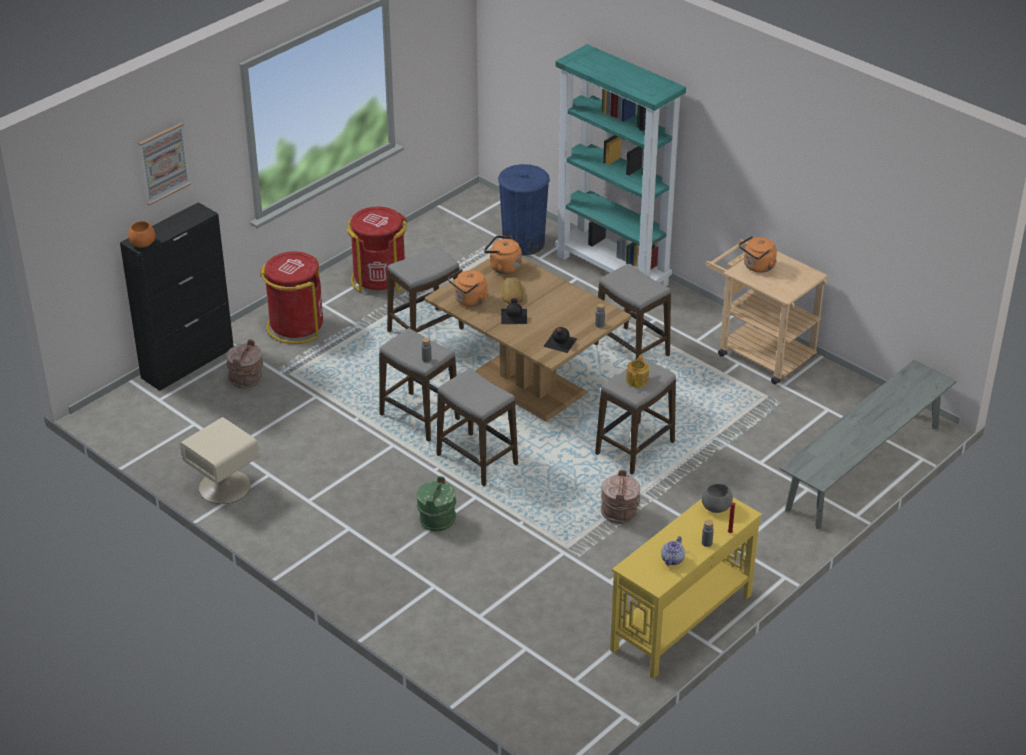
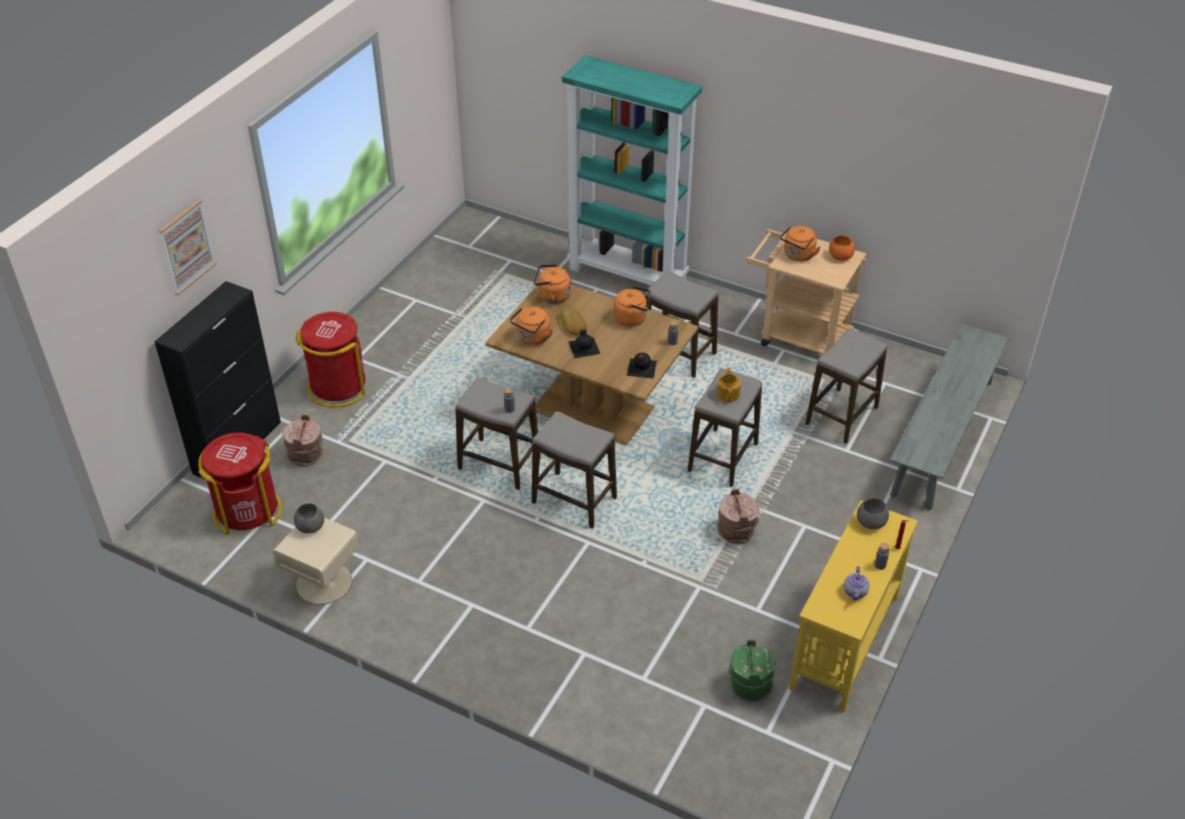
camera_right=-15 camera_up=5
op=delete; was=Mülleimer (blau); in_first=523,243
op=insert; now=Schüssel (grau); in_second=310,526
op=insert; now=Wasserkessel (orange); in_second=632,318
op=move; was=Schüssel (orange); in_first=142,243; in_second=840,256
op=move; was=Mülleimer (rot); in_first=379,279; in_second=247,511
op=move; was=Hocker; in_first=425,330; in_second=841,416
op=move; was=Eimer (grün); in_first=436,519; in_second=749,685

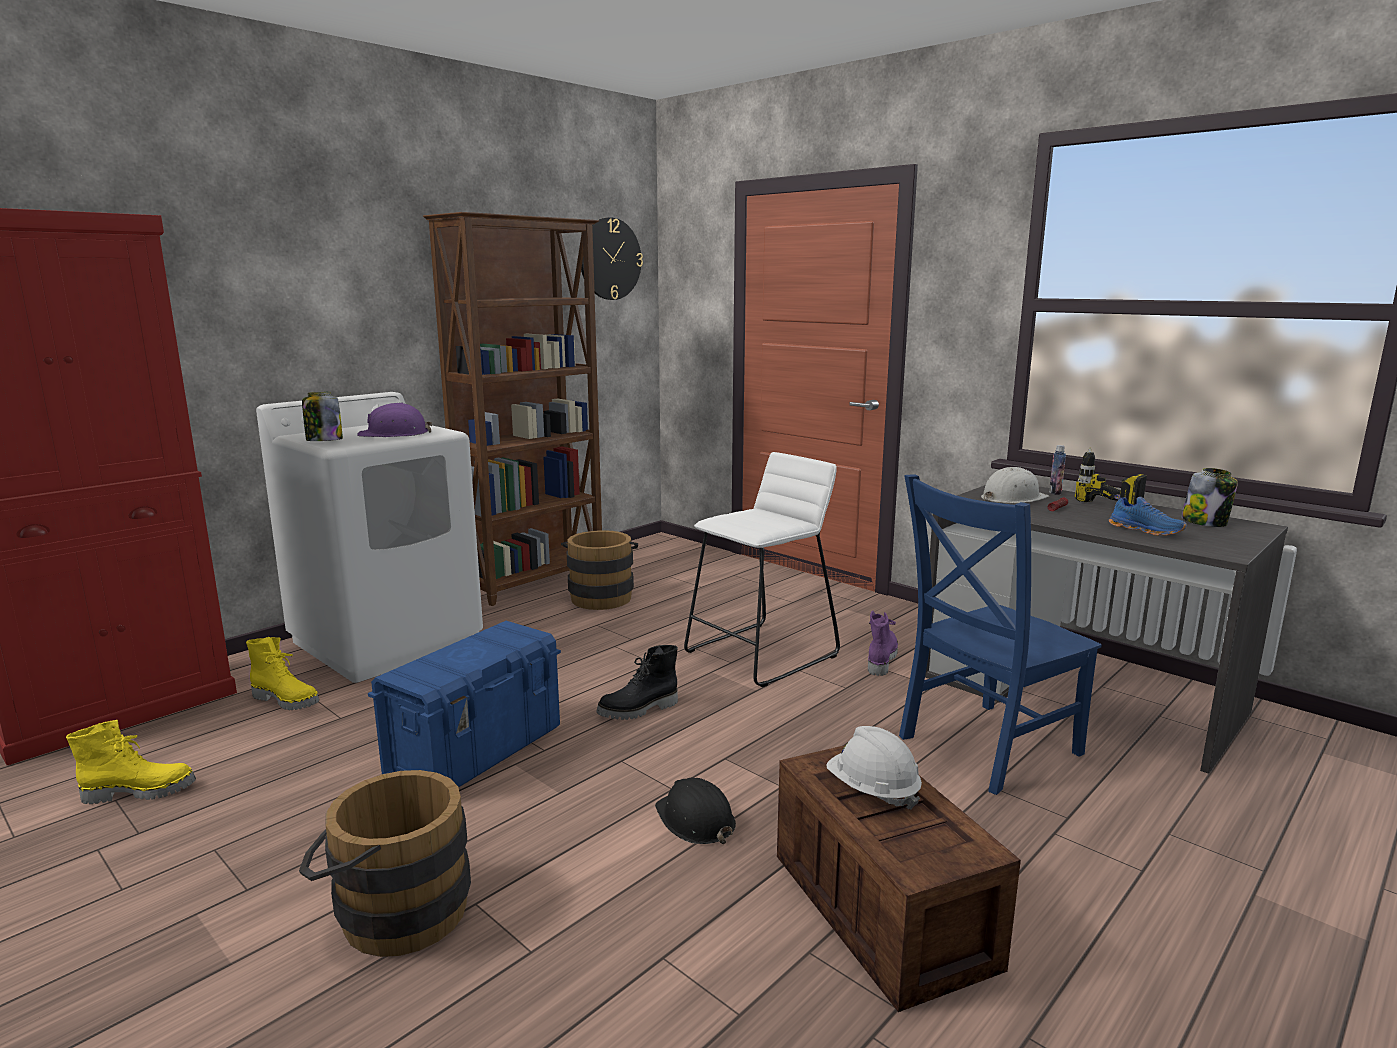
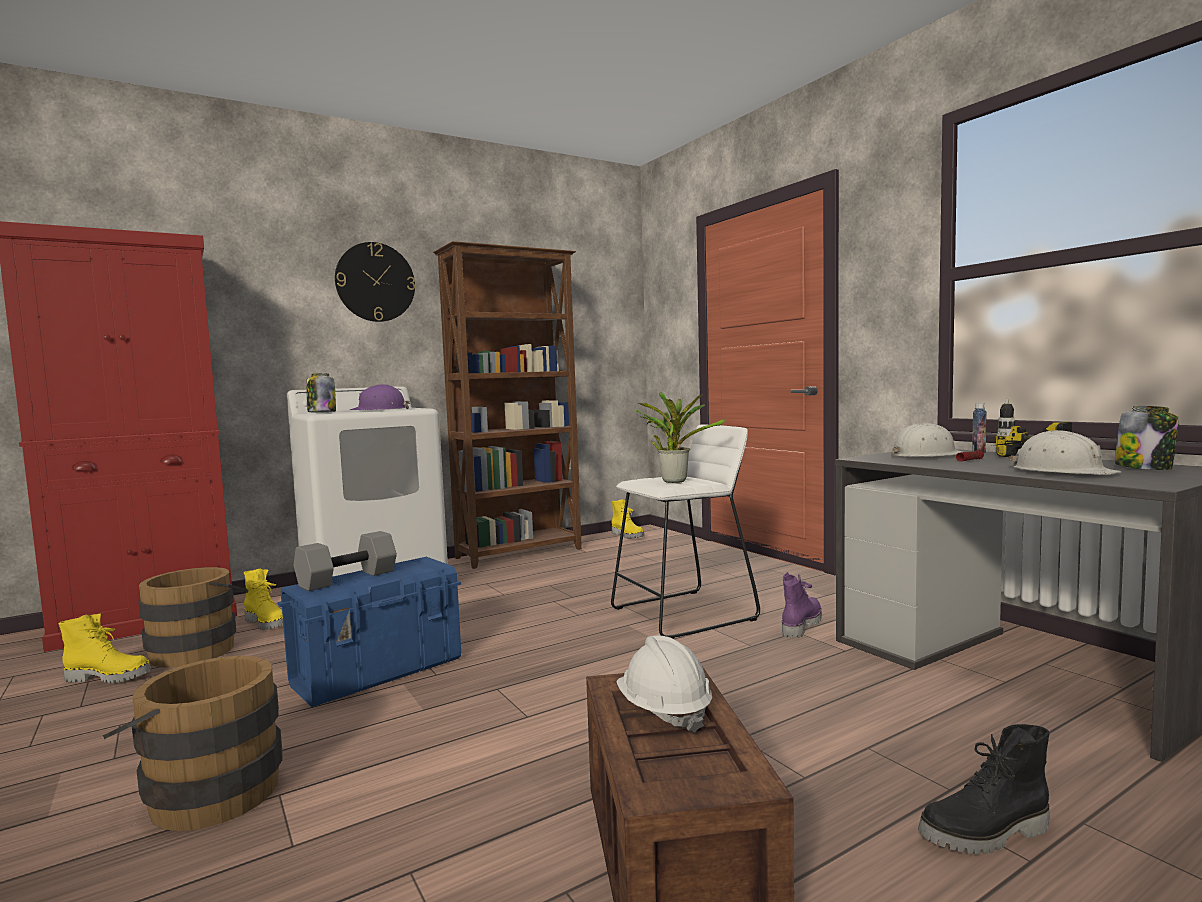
camera_right=15 camera_up=-10
op=delete; was=Schutzhelm (schwarz); in_first=695,820
op=delete; was=Stuhl (blau); in_first=984,747
op=insert; now=Hantel (grau); in_second=347,579
op=insert; now=Stiefel (gelb); in_second=628,536
op=insert; now=Topfpflanze; in_second=674,480
op=move; was=Eimer (braun); in_first=601,596; in_second=199,649
op=move; was=Wanduhr; in_first=610,259; in_second=375,282
op=move; was=Stiefel (schwarz); in_first=639,710; in_second=986,834
op=replace; was=Schuh (blau); now=Schutzhelm (weiß); in_first=1146,530; in_second=1062,472

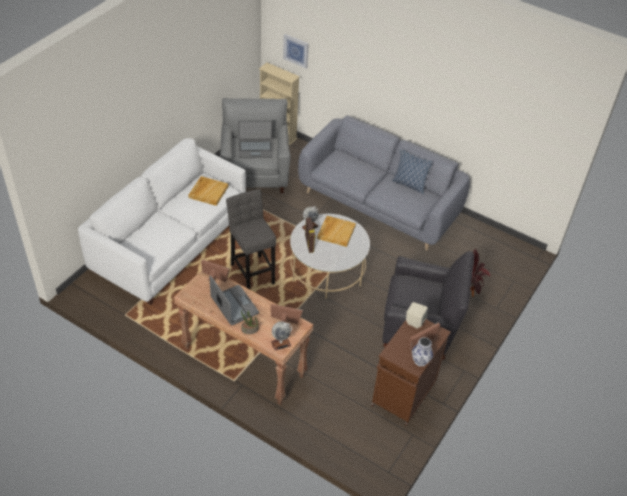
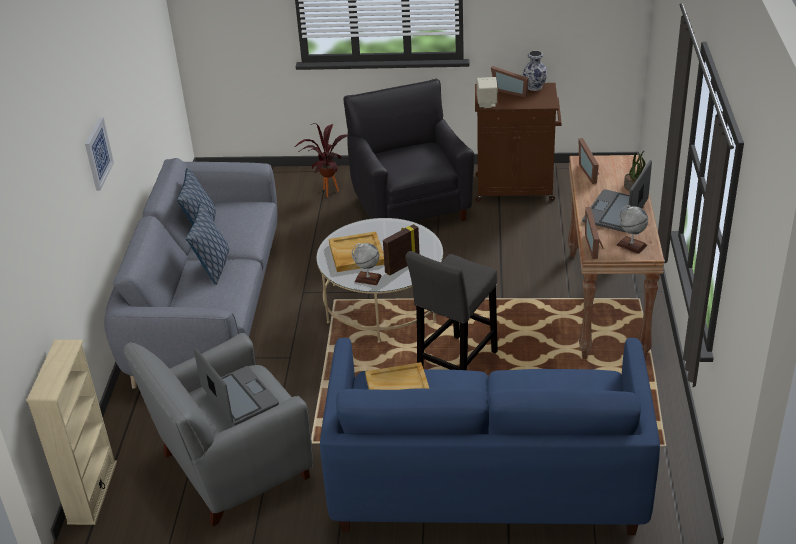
camera_right=-115 camera_up=-10
op=insert; now=Kissen; in_second=213,267
op=move; was=Globus; in_first=280,343; in_second=631,245
op=move; was=Bild; in_first=296,50; in_second=97,153
op=recolor; was=Sofa (weiß); now=Sofa (blau); in_first=170,244; in_second=486,479

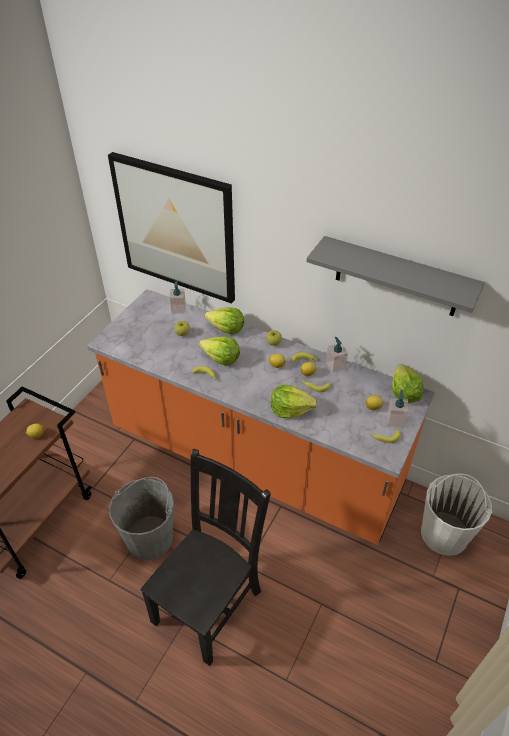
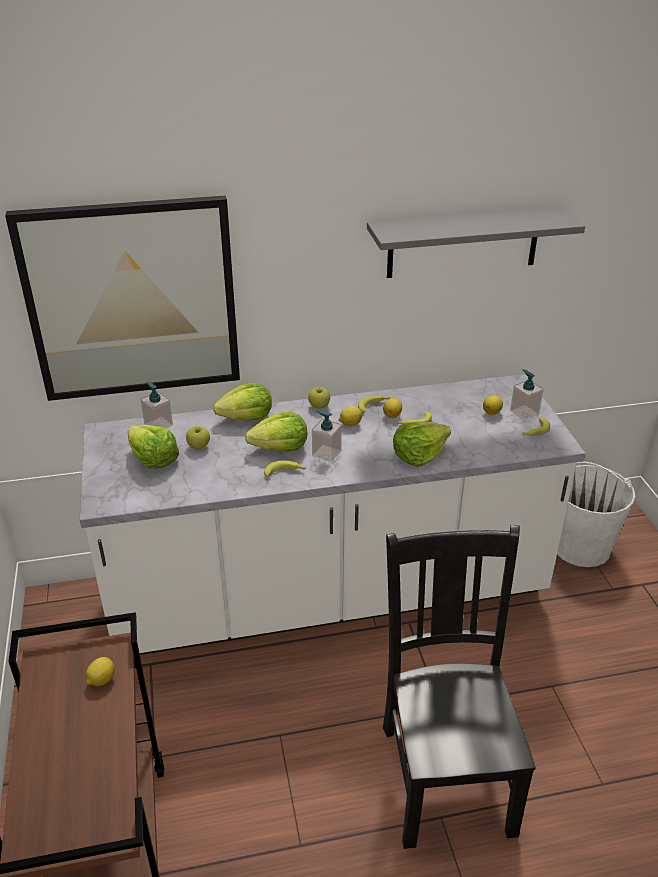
camera_right=-40 camera_up=-10
op=delete; was=Eimer (grau); in_first=150,538
op=move; was=Seifenspender; in_first=335,365; in_second=326,453
op=move; was=Salatkopf; in_first=404,392; in_second=153,459
op=recolor; was=Küchenzeile (orange); now=Küchenzeile (weiß); in_first=254,460; in_second=329,595

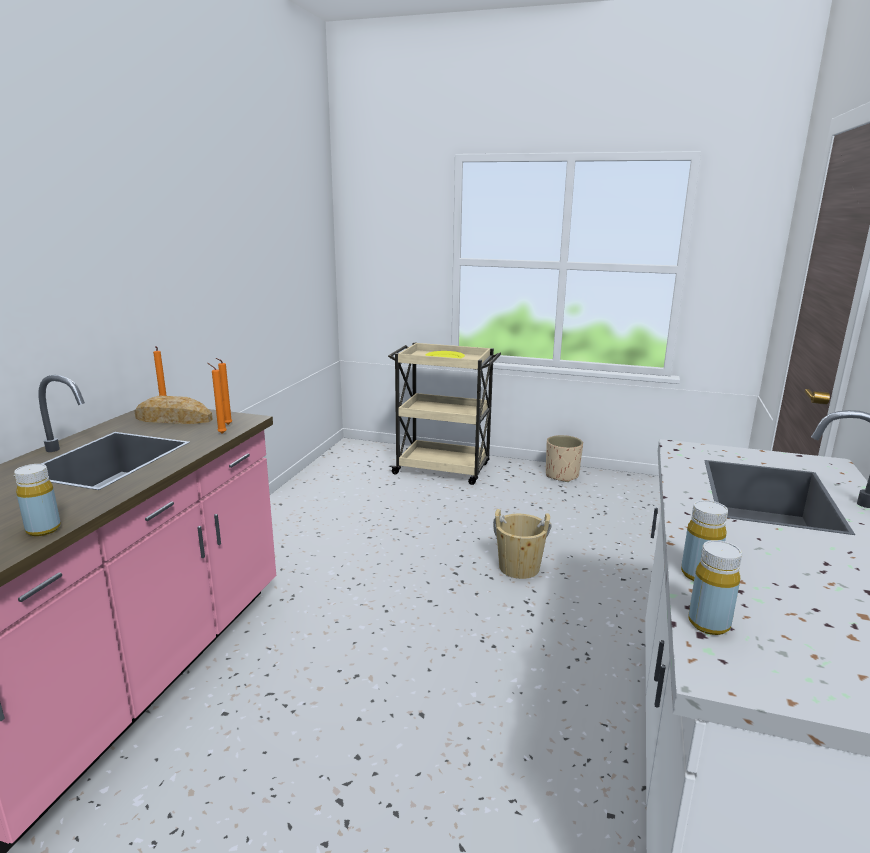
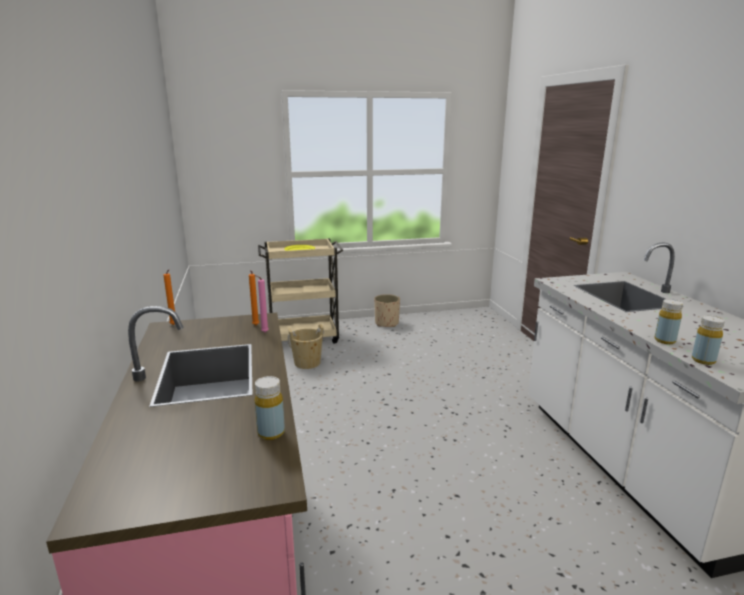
camera_right=-30 camera_up=0
op=delete; was=Brot; in_first=173,419
op=move; was=Eimer (beige); in_first=519,567; in_second=307,363
op=recolor; was=Kerze (orange); now=Kerze (rosa); in_first=221,433; in_second=263,332

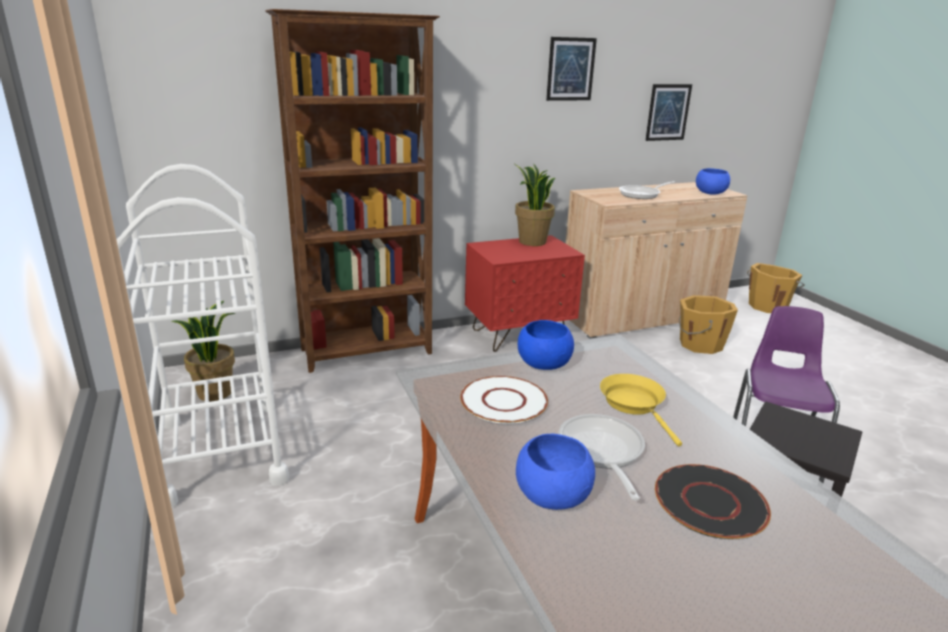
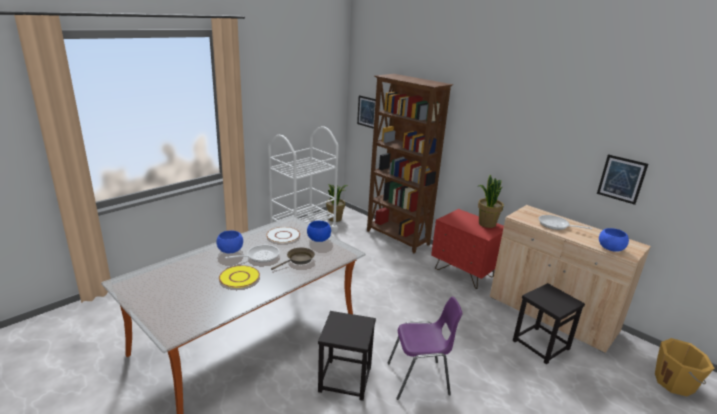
camera_right=65 camera_up=0
op=move; was=Bild; in_first=570,69; in_second=367,112
op=replace; was=Eimer (orange); now=Hocker (schwarz); in_first=699,344; in_second=540,344
op=recolor; was=Pfanne (gelb); now=Pfanne (braun); in_first=634,405; in_second=298,260
op=recolor; was=Teller (schwarz); now=Teller (gelb); in_first=709,502; in_second=239,277

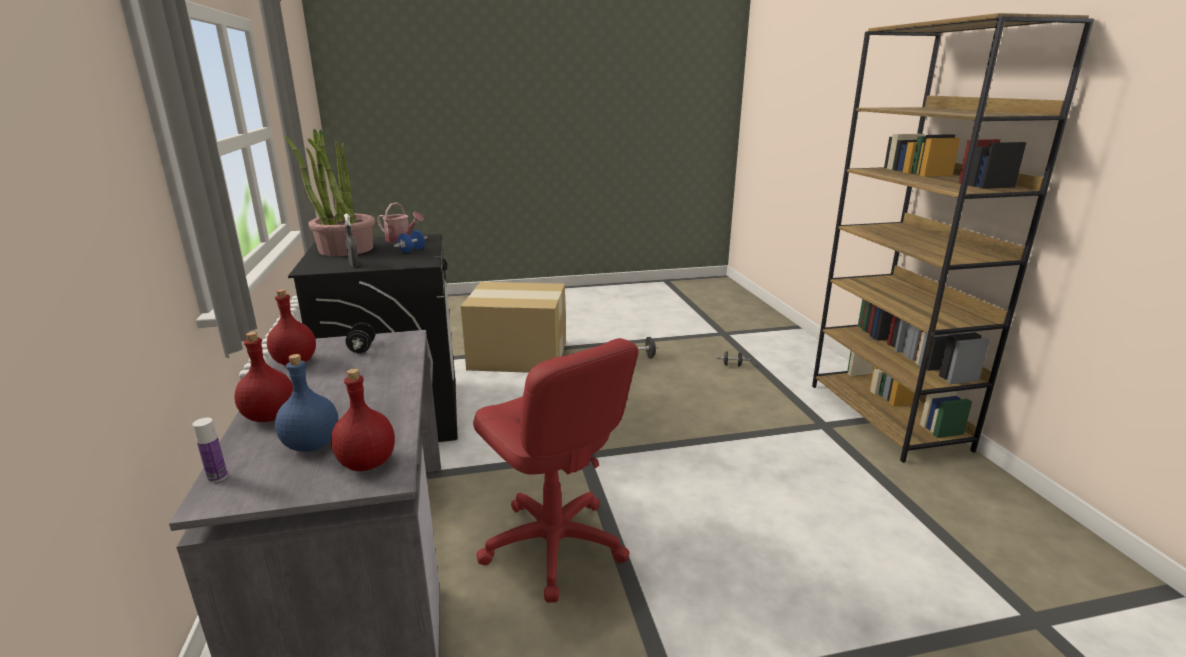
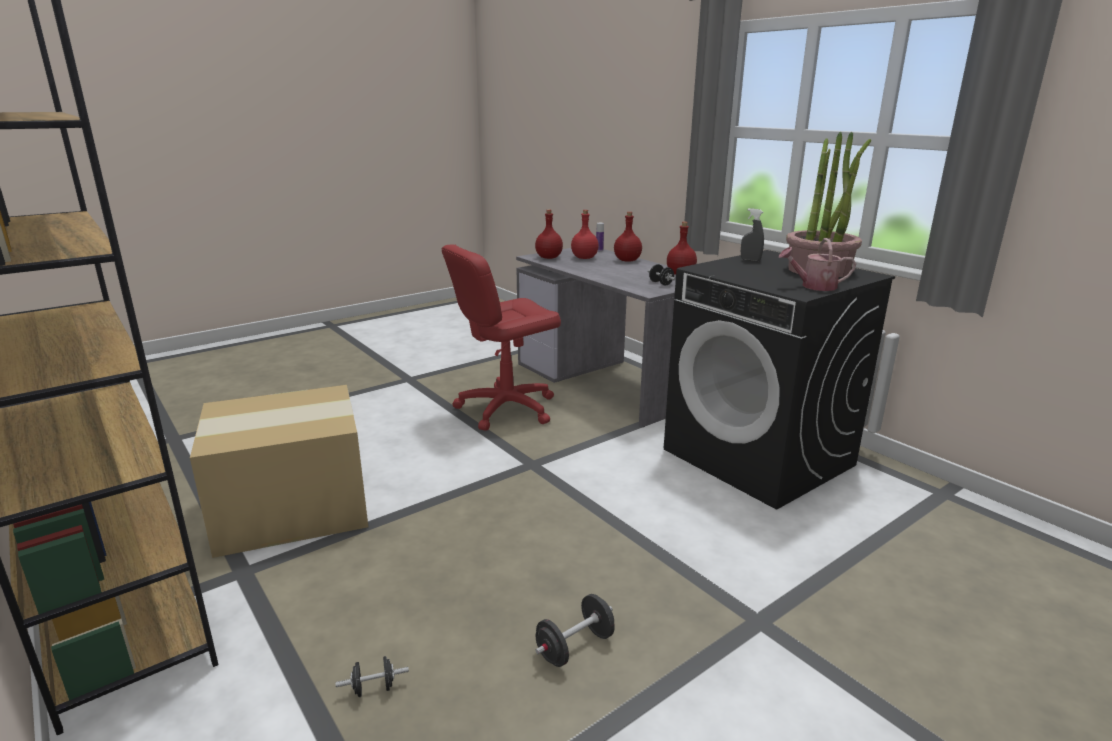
camera_right=155 camera_up=0
op=delete; was=Hantel (blau); in_first=412,250
op=move; was=Karton; in_first=519,356; in_second=289,508
op=recolor; was=Flasche (blau); now=Flasche (rot); in_first=312,444; in_second=584,258
op=rotate; was=Bürostuhl (rot); in_first=553,545; in_second=506,408; clockwise=-60

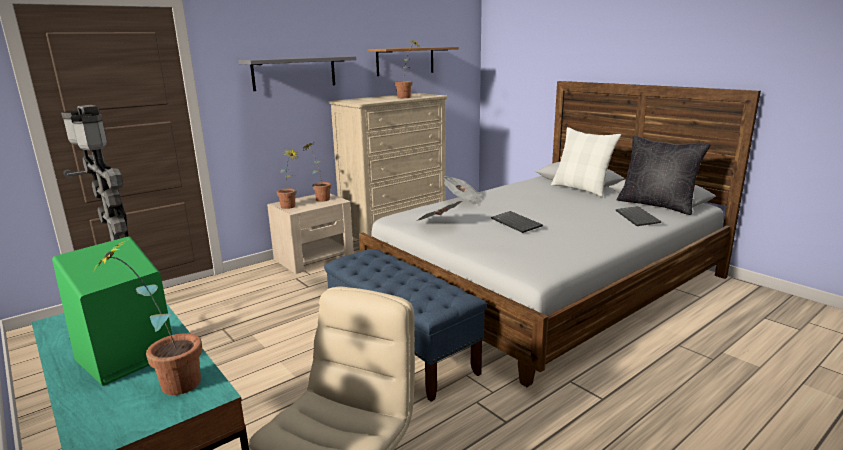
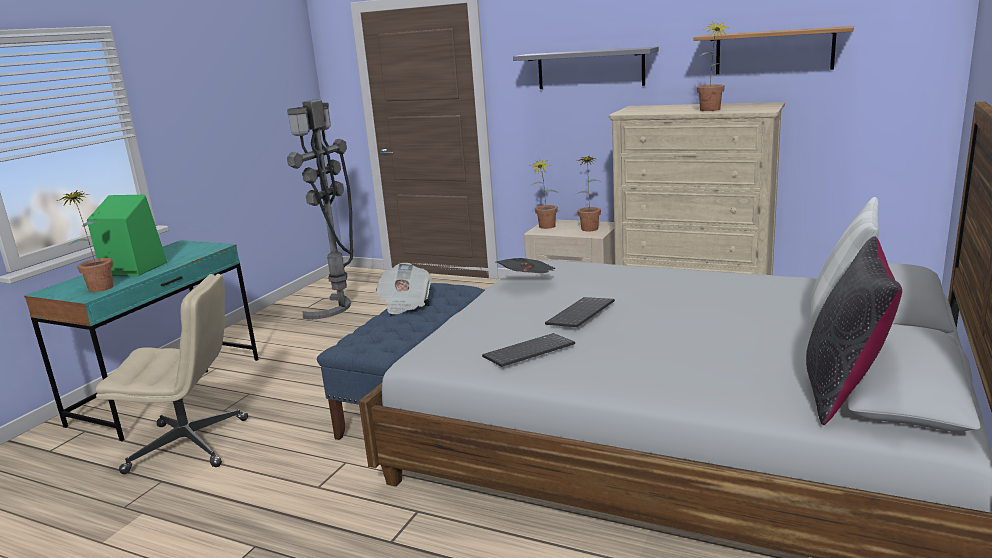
camera_right=65 camera_up=0
op=move; was=Zeitung; in_first=463,200; in_second=404,303
op=move; was=Tastatur; in_first=638,217; in_second=528,353

